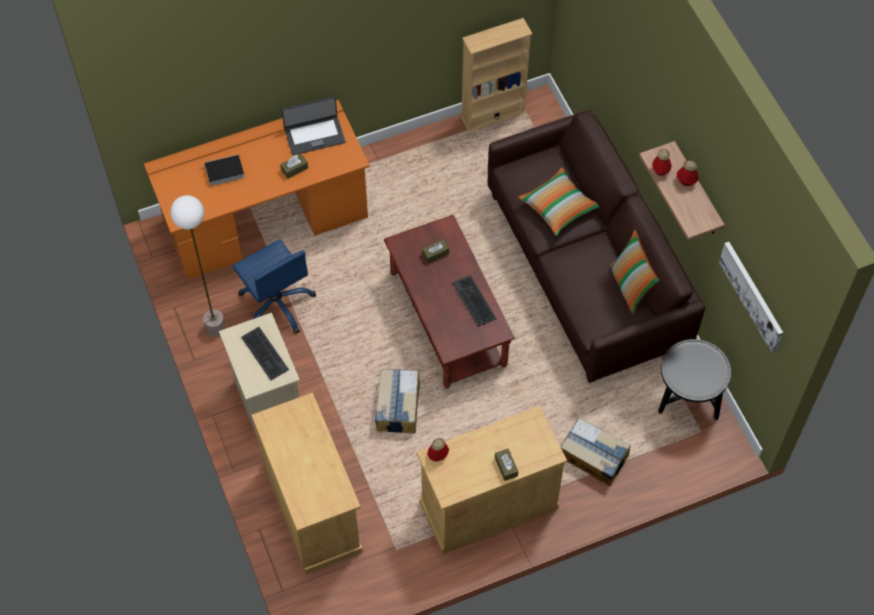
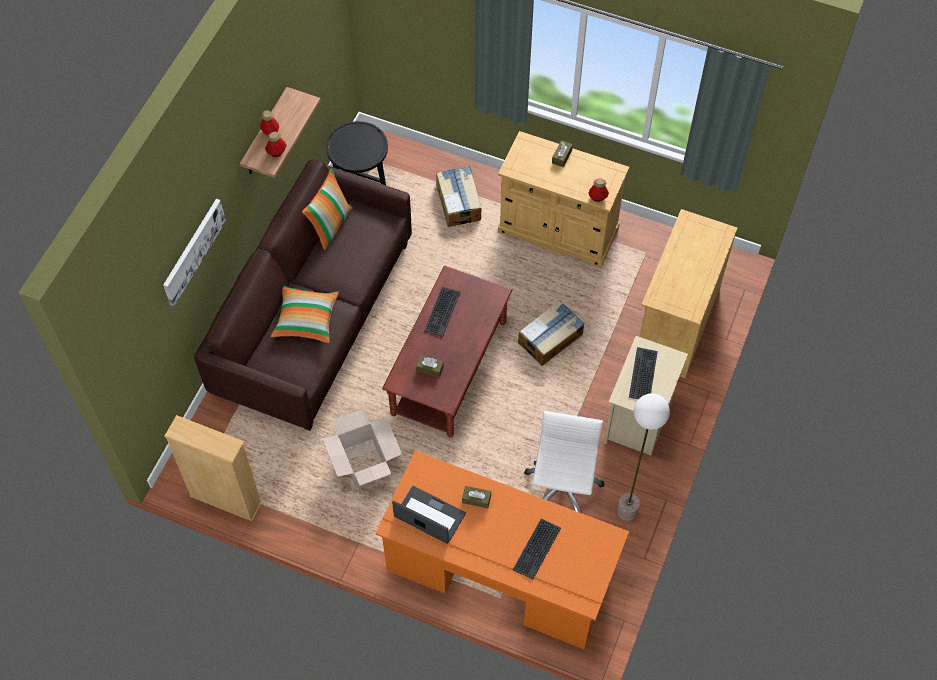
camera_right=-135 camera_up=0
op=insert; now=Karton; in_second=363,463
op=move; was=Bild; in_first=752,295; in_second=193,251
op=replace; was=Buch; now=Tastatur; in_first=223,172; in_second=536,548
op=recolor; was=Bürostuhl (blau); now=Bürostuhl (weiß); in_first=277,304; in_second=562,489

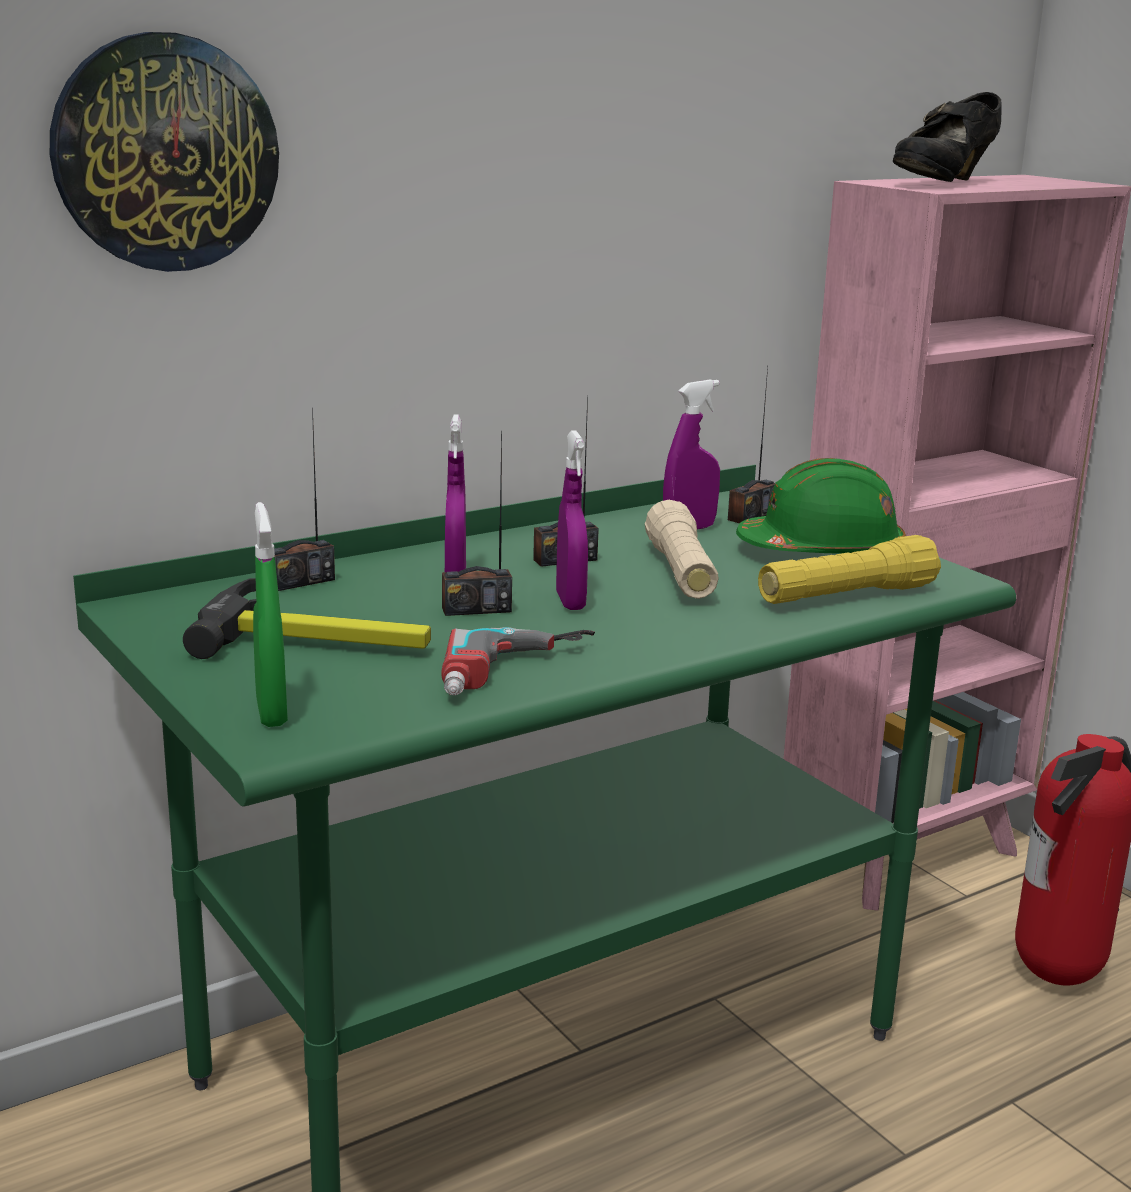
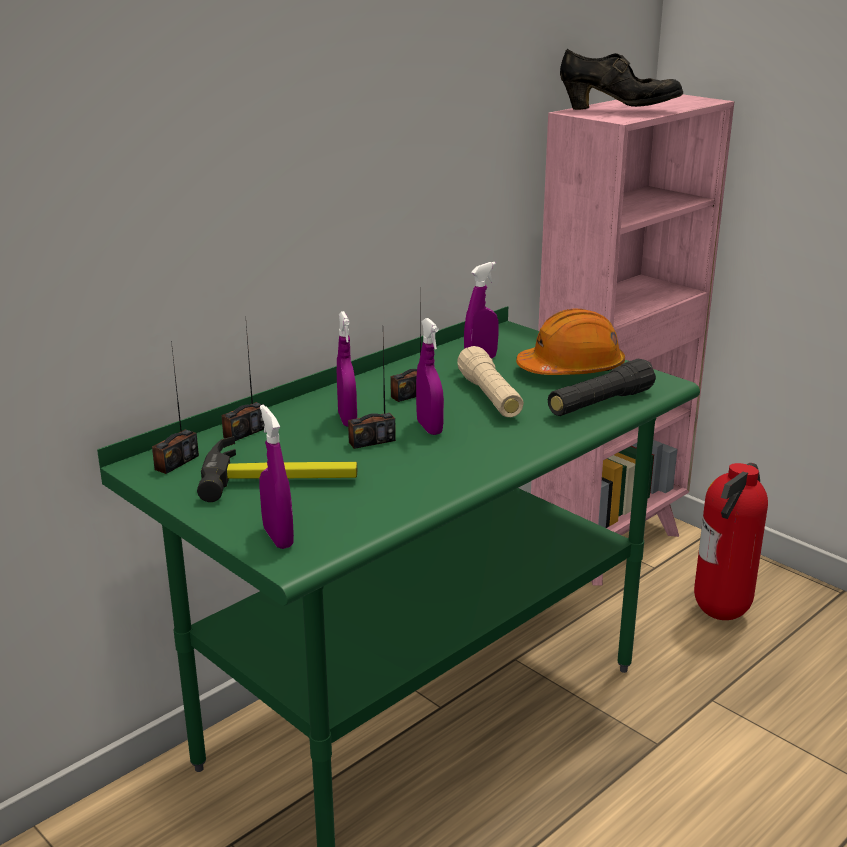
camera_right=-10 camera_up=5
op=delete; was=Wanduhr; in_first=165,153
op=delete; was=Bohrmaschine; in_first=520,674
op=move; was=Radio; in_first=751,516; in_second=176,462
op=recolor; was=Sprühflasche (grün); now=Sprühflasche (lila); in_first=271,712; in_second=278,537
op=recolor; was=Schutzhelm (grün); now=Schutzhelm (orange); in_first=821,551; in_second=571,369
op=recolor; was=Taschenlampe (gelb); now=Taschenlampe (schwarz); in_first=846,596; in_second=600,403
op=rotate; was=Schuh (schwarz); in_first=942,183; in_second=619,110; clockwise=-105

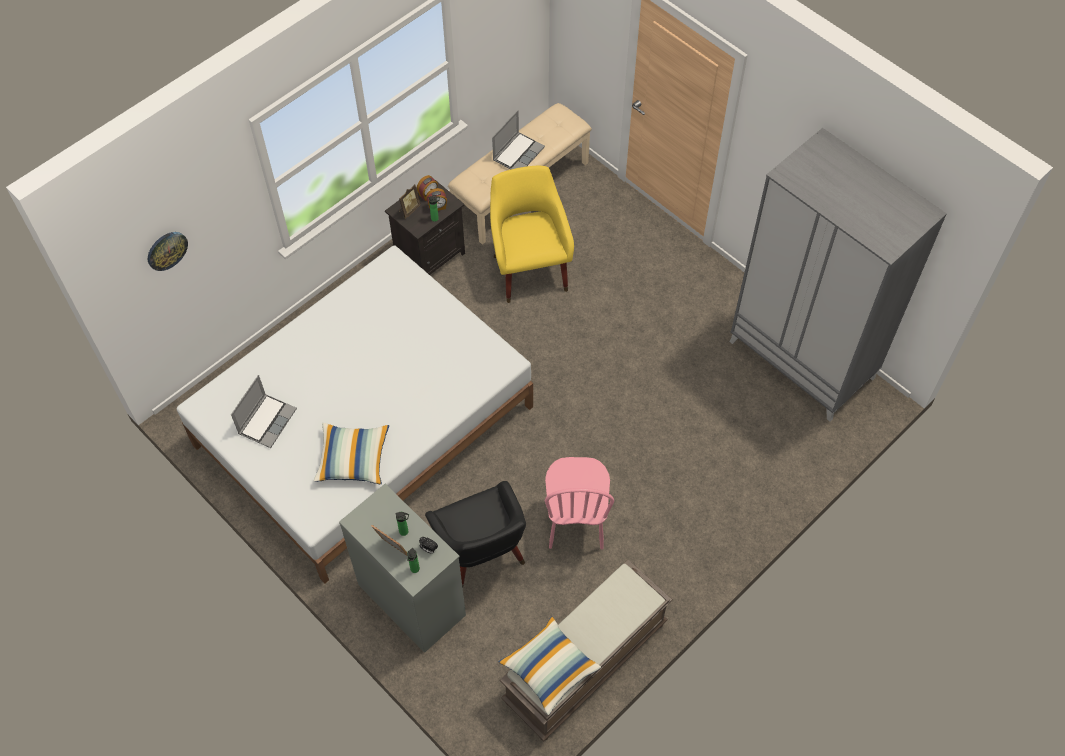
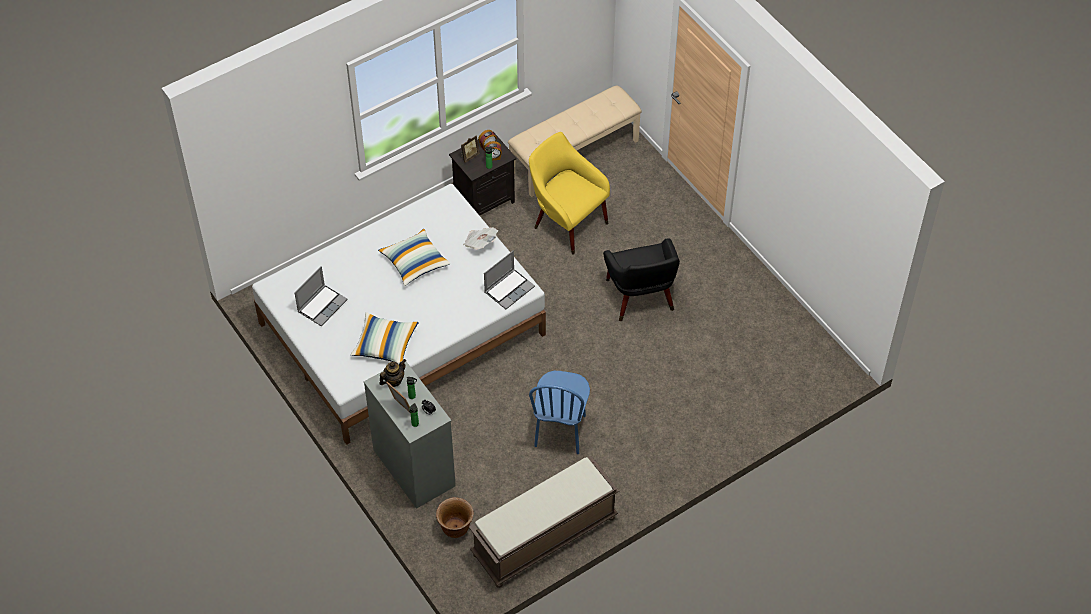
camera_right=10 camera_up=-5
op=delete; was=Wanduhr; in_first=166,250
op=delete; was=Kleiderschrank (grau); in_first=802,360
op=insert; now=Teekanne; in_second=393,380
op=insert; now=Pflanzkübel (braun); in_second=455,528
op=insert; now=Zeitung; in_second=480,243
op=move; was=Sessel (schwarz); in_first=481,555; in_second=641,299
op=move; was=Laptop; in_first=518,153; in_second=509,289
op=move; was=Kissen; in_first=549,669; in_second=414,263
op=recolor; was=Stuhl (rosa); now=Stuhl (blau); in_first=575,523; in_second=560,431
op=rotate; was=Sessel (gelb); in_first=529,268; in_second=567,222; clockwise=-45

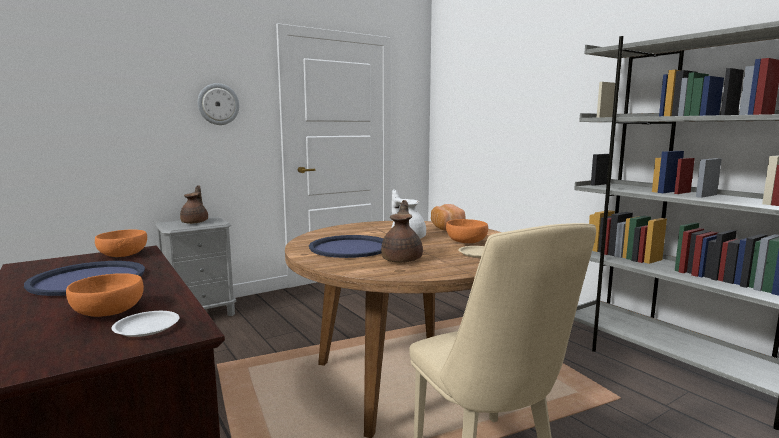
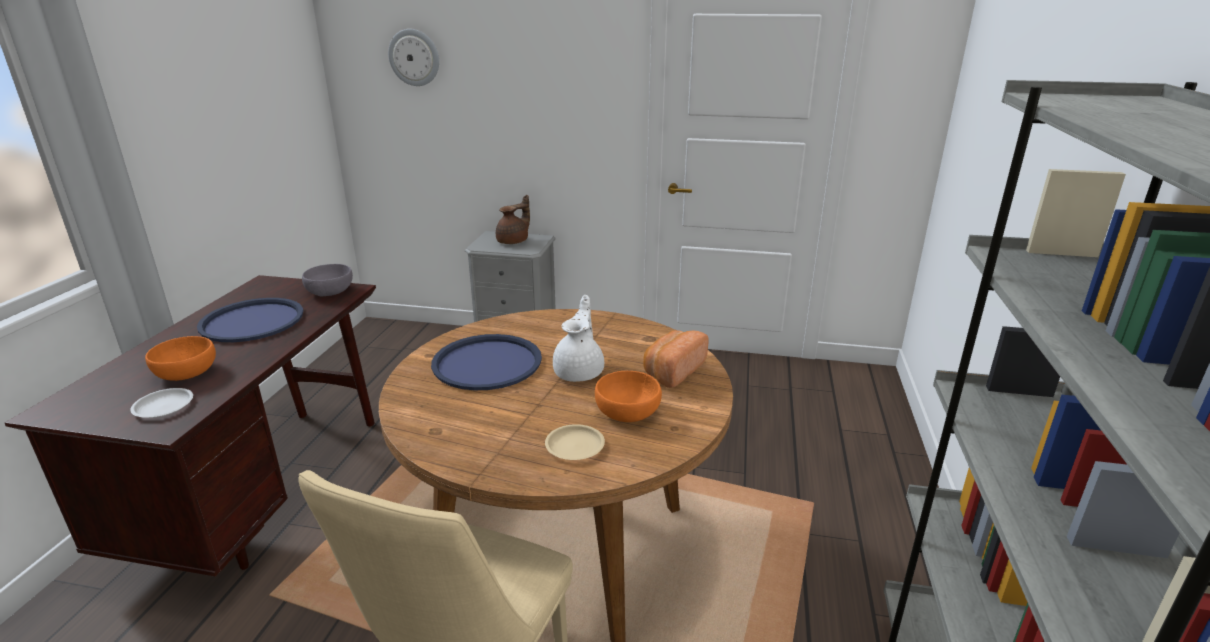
camera_right=45 camera_up=15
op=delete; was=Teekanne (braun); in_first=402,259
op=move; was=Wanduhr; in_first=218,104; in_second=414,57
op=recolor; was=Schüssel (orange); now=Schüssel (grau); in_first=123,254; in_second=331,291

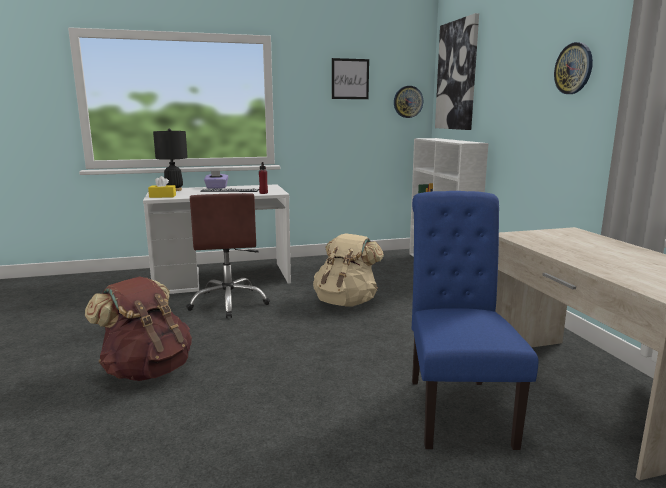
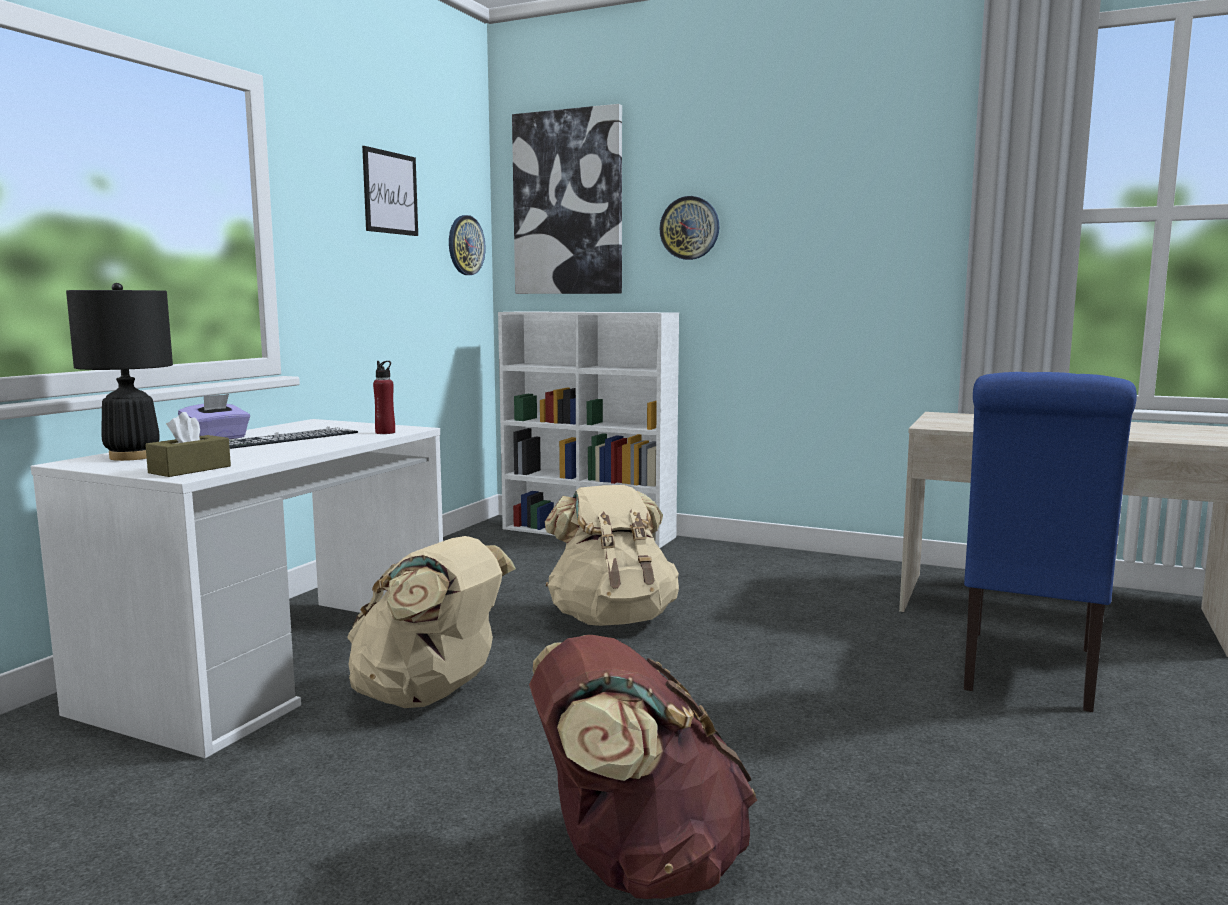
camera_right=-50 camera_up=-5
op=move; was=Wanduhr; in_first=574,68; in_second=689,228
op=replace; was=Bürostuhl (braun); now=Rucksack (beige); in_first=229,302; in_second=430,696
op=recolor; was=Taschentuchbox (gelb); now=Taschentuchbox (braun); in_first=162,196; in_second=190,469
op=rotate; was=Stuhl (blau); in_first=456,406; in_second=1028,673; clockwise=-105

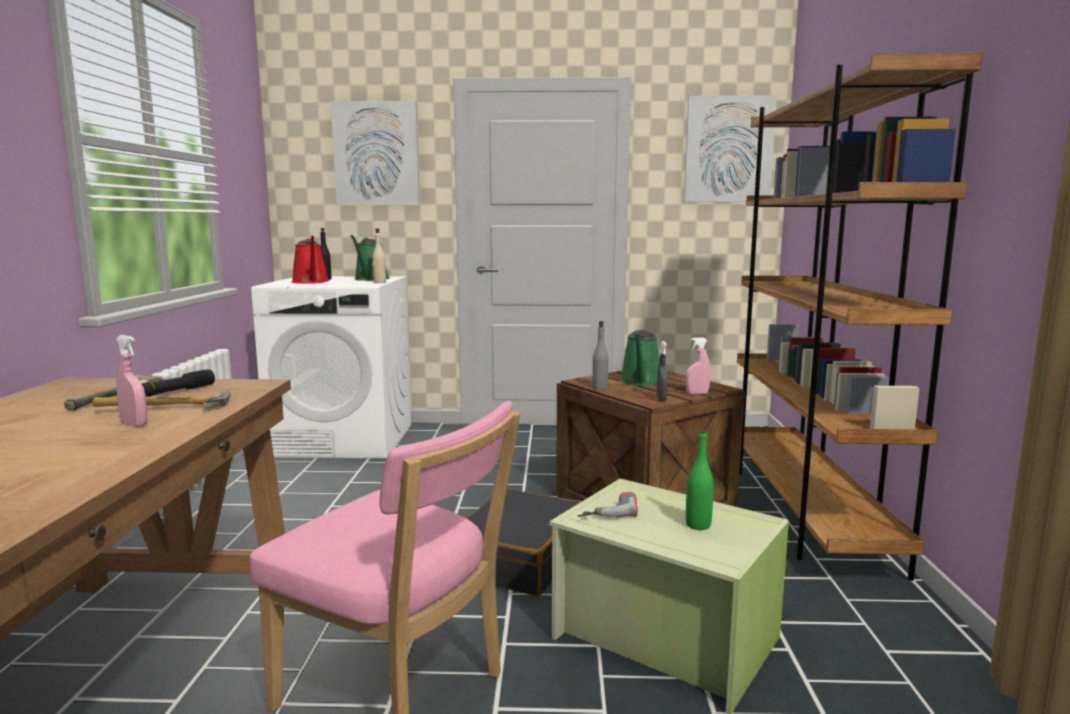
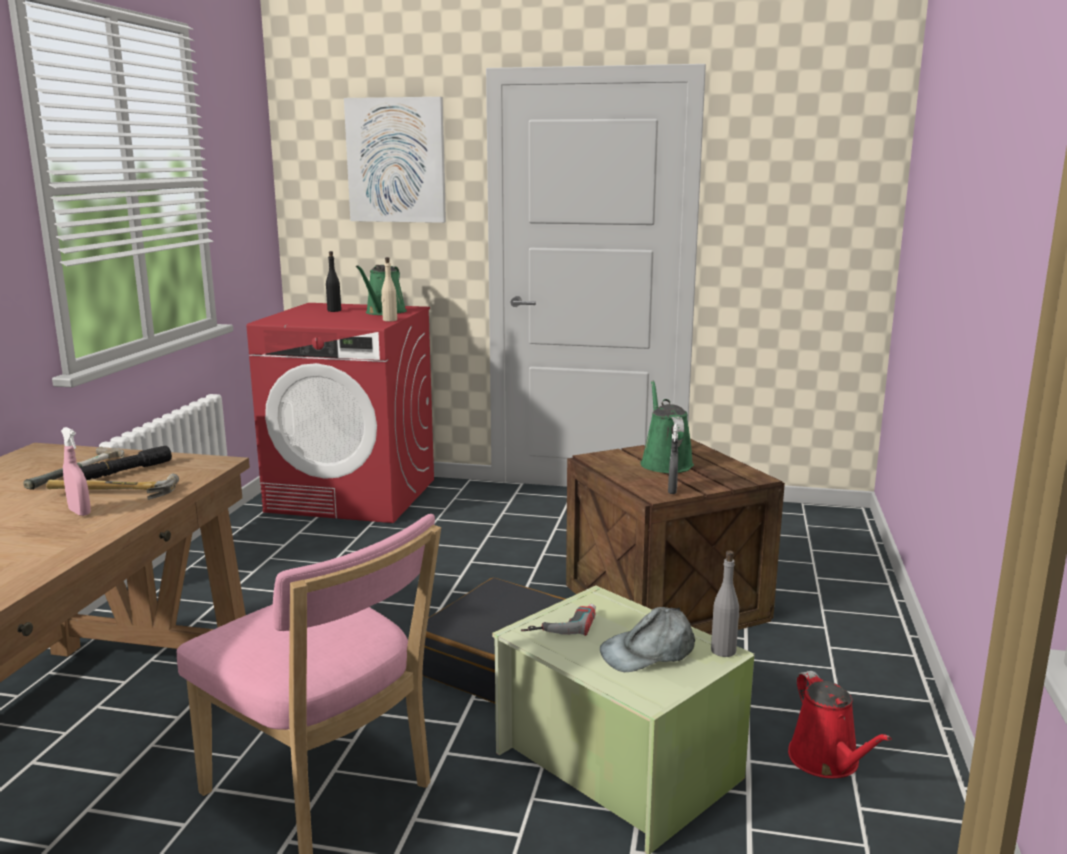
camera_right=10 camera_up=5
op=delete; was=Bild; in_first=728,149
op=delete; was=Sprühflasche (rosa); in_first=697,393
op=delete; was=Bücherregal (braun); in_first=806,511
op=move; was=Gießkanne (rot); in_first=311,282; in_second=827,761
op=move; was=Flasche (grau); in_first=600,387; in_second=723,651
op=replace; was=Flasche (grün); now=Kappe (grau); in_first=698,525; in_second=648,652
op=recolor; was=Waschmaschine (weiß); now=Waschmaschine (rot); in_first=344,440; in_second=353,495
op=rotate; was=Gießkanne (grün); in_first=641,382; in_second=665,463; clockwise=150

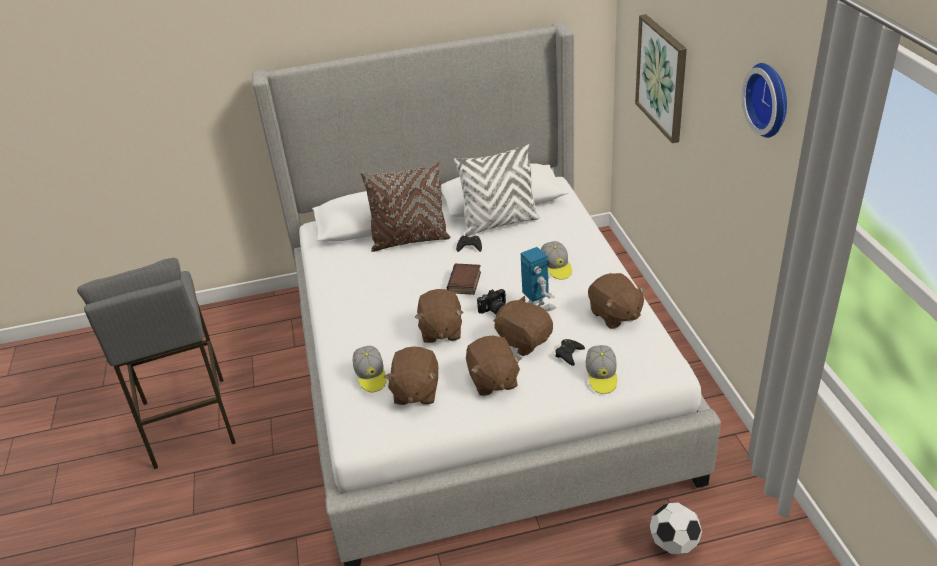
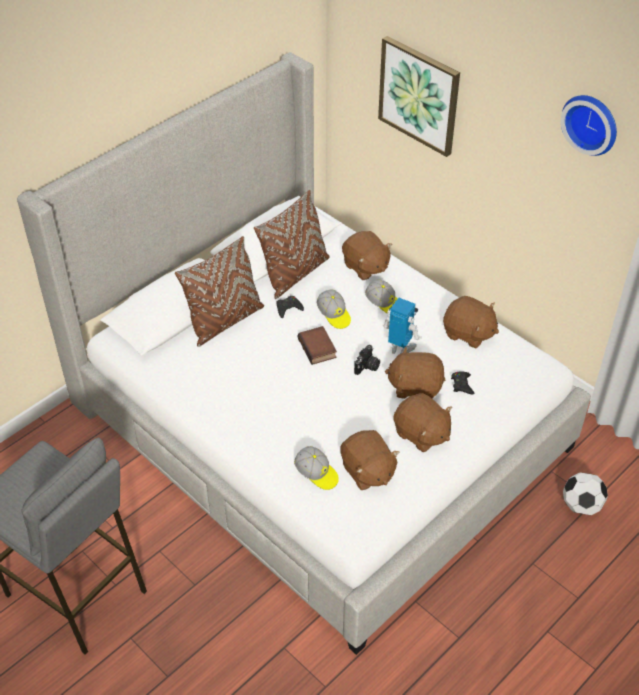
camera_right=-35 camera_up=10
op=move; was=Plüschtier (braun); in_first=440,331; in_second=365,267
op=move; was=Kappe; in_first=601,376; in_second=334,315
op=recolor; was=Kissen (weiß); now=Kissen (braun); in_first=499,223; in_second=295,274

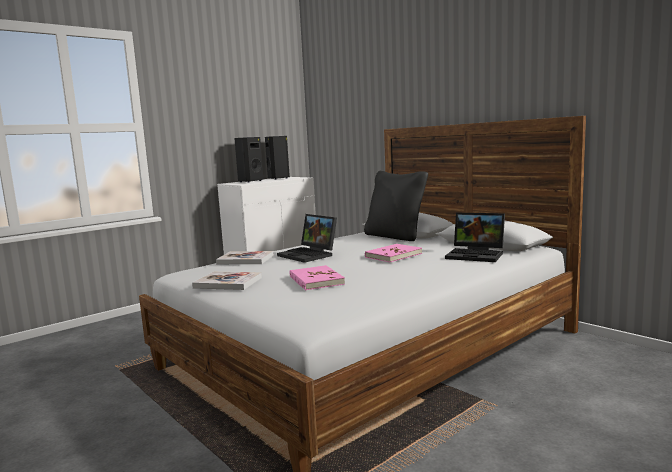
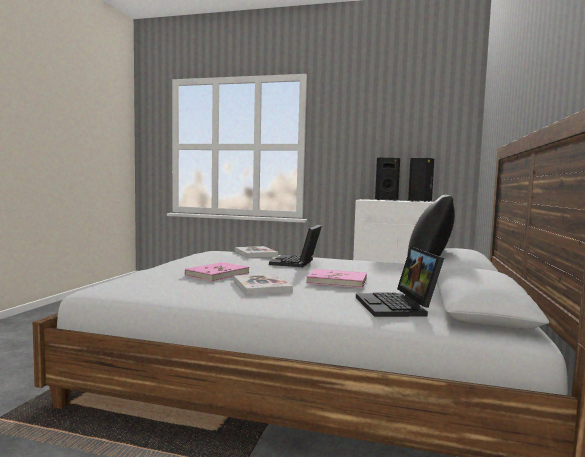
camera_right=55 camera_up=-5
op=move; was=Buch; in_first=228,283; in_second=261,286

